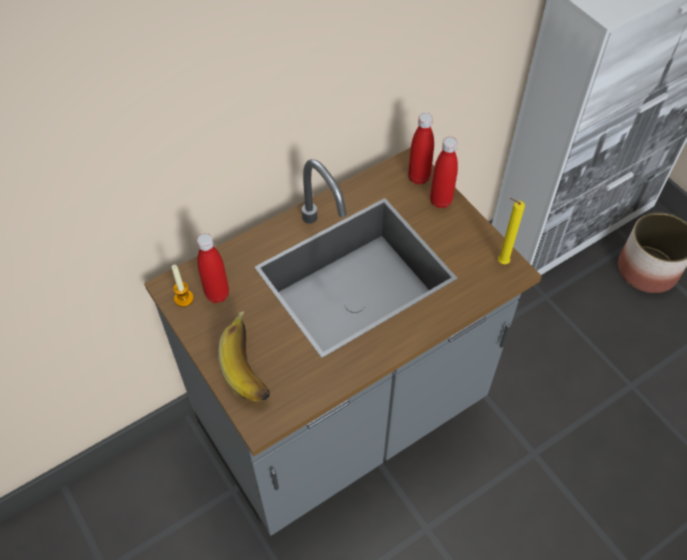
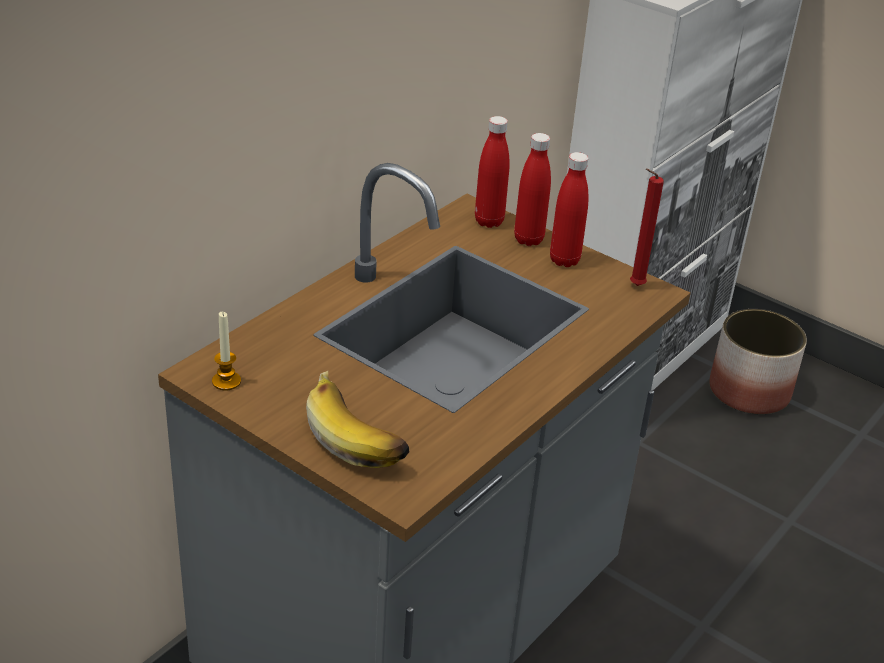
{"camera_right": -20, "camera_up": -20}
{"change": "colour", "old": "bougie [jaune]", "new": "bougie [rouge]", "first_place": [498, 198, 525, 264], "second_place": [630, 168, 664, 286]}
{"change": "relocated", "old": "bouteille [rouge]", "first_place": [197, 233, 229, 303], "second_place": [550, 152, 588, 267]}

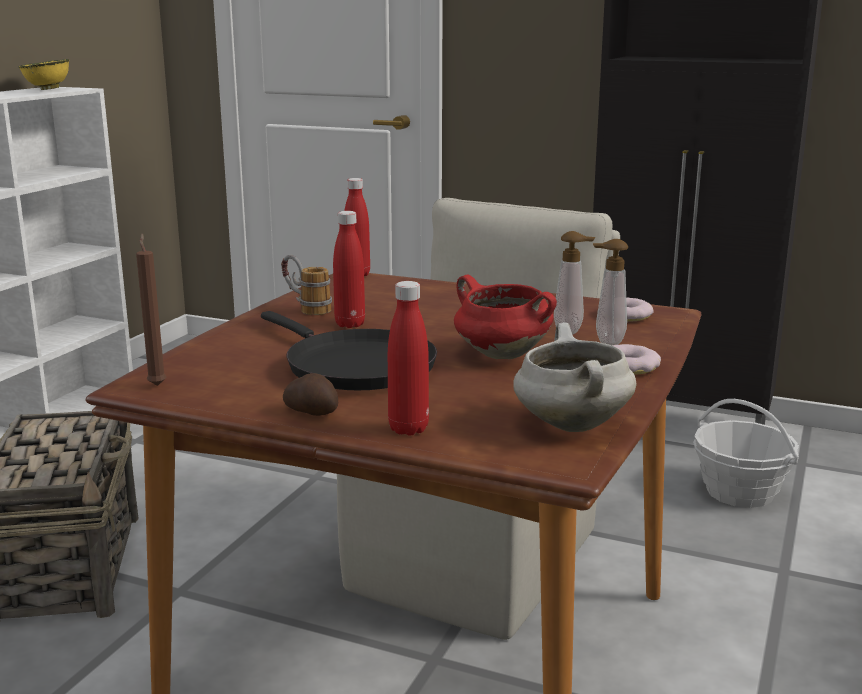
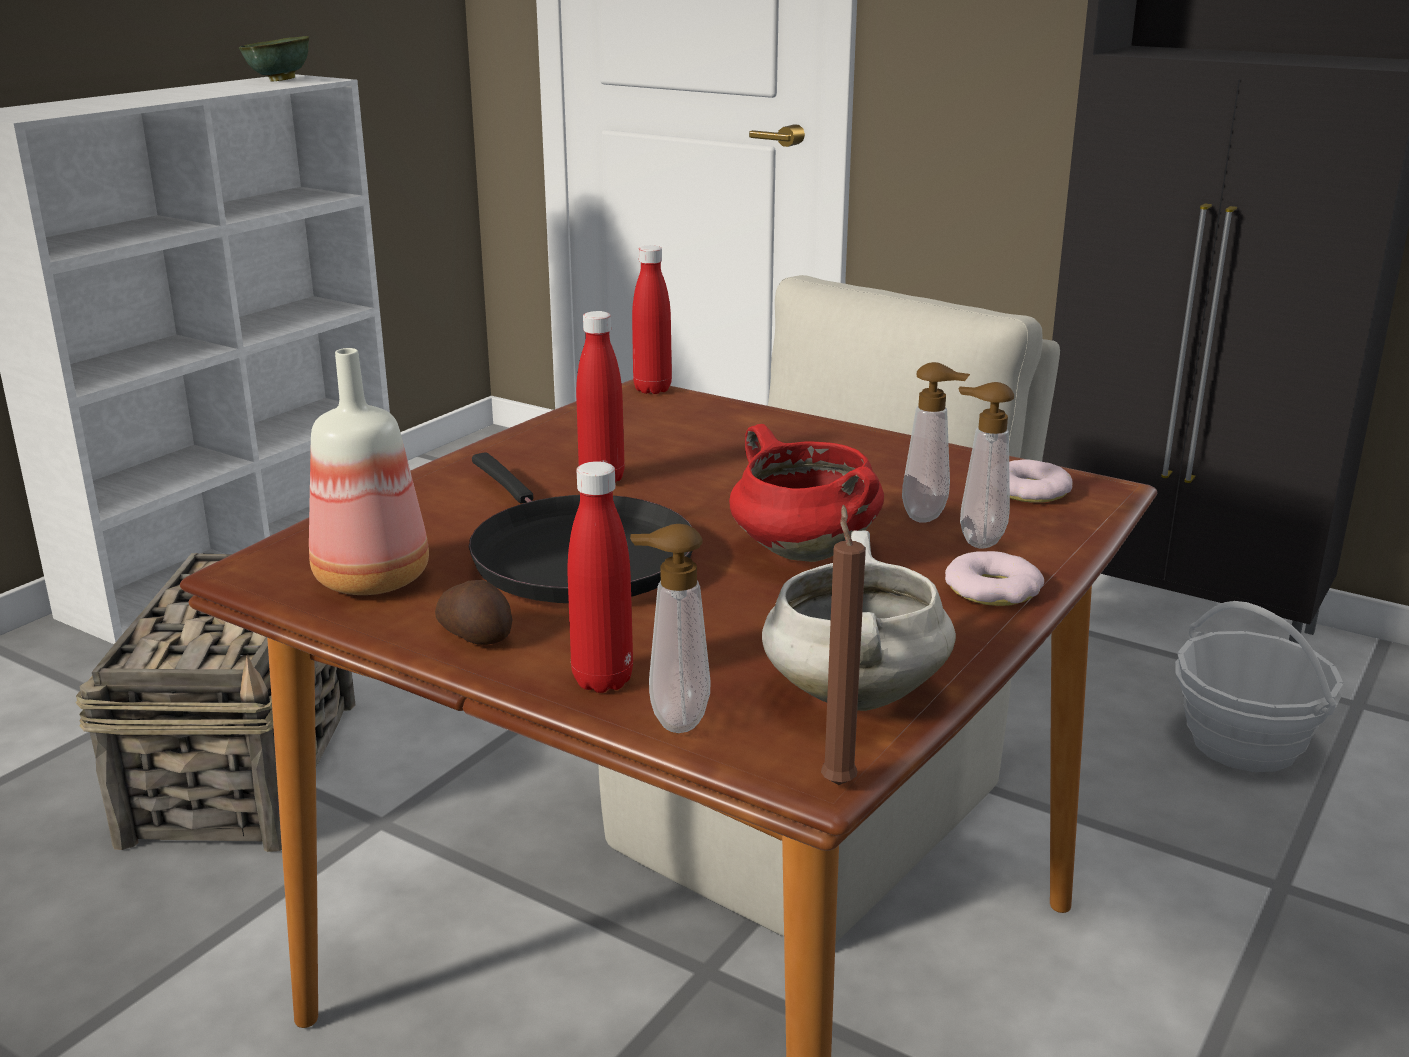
{"camera_right": 10, "camera_up": 5}
{"change": "colour", "old": "bol [jaune]", "new": "bol [vert]", "first_place": [19, 59, 69, 90], "second_place": [239, 36, 309, 82]}
{"change": "relocated", "old": "bougie [marron]", "first_place": [136, 234, 166, 386], "second_place": [821, 505, 866, 785]}
{"change": "missing", "old": "mug", "first_place": [281, 255, 332, 315]}
{"change": "appeared", "new": "bouteille", "second_place": [309, 348, 429, 595]}
{"change": "appeared", "new": "distributeur de savon", "second_place": [630, 524, 710, 733]}

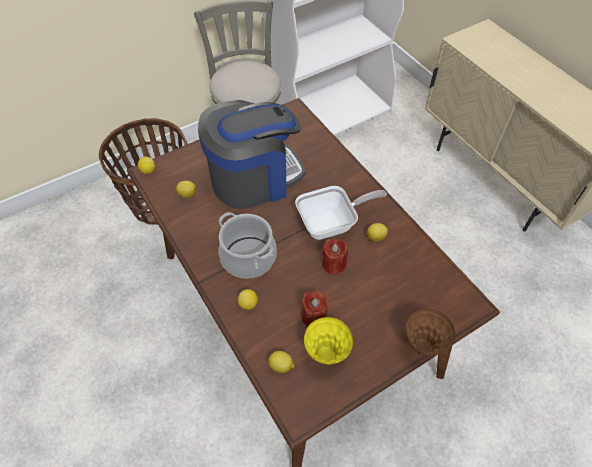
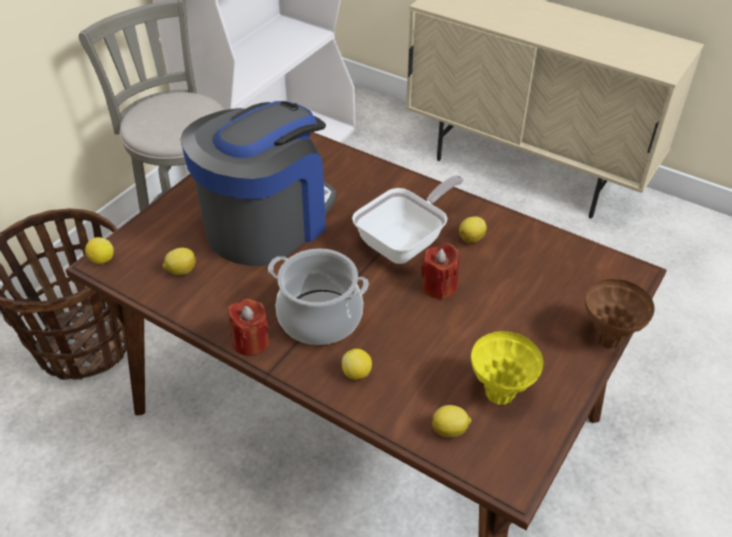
{"camera_right": -25, "camera_up": -10}
{"change": "relocated", "old": "bougie [rouge]", "first_place": [301, 291, 328, 326], "second_place": [228, 298, 269, 356]}

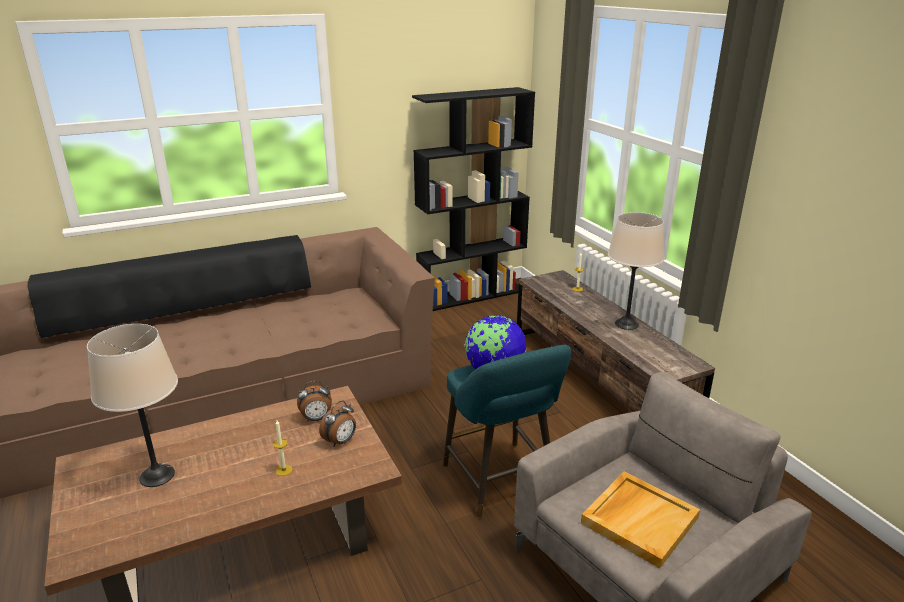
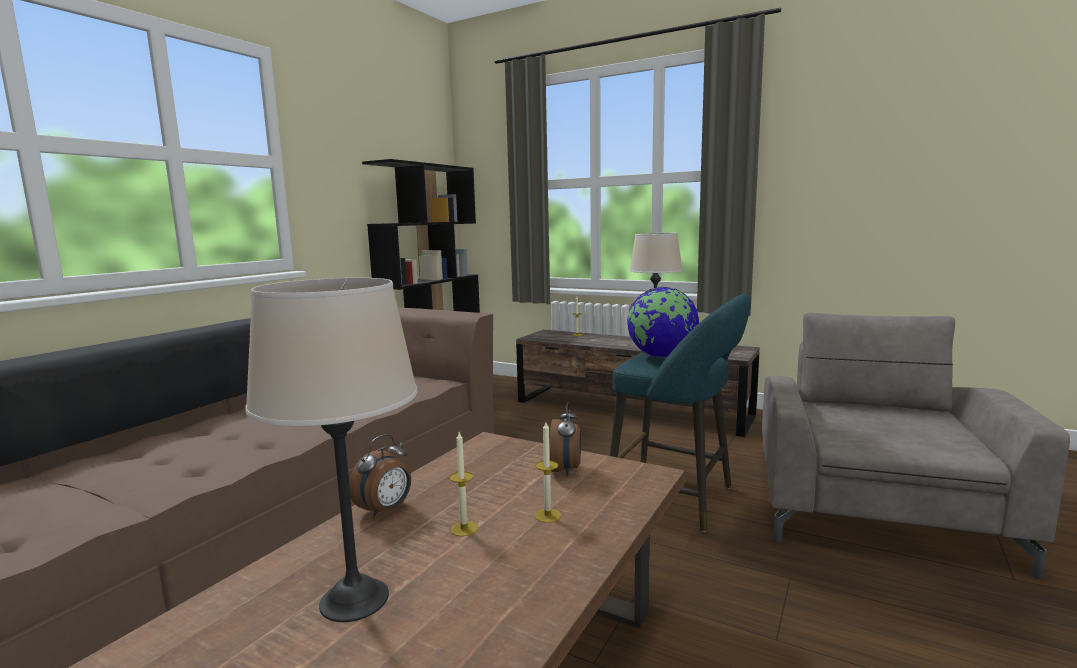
{"camera_right": -35, "camera_up": -15}
{"change": "relocated", "old": "réveil", "first_place": [297, 381, 332, 422], "second_place": [349, 434, 411, 518]}
{"change": "missing", "old": "plateau [beige]", "first_place": [581, 472, 700, 568]}
{"change": "appeared", "new": "bougie", "second_place": [450, 432, 478, 537]}

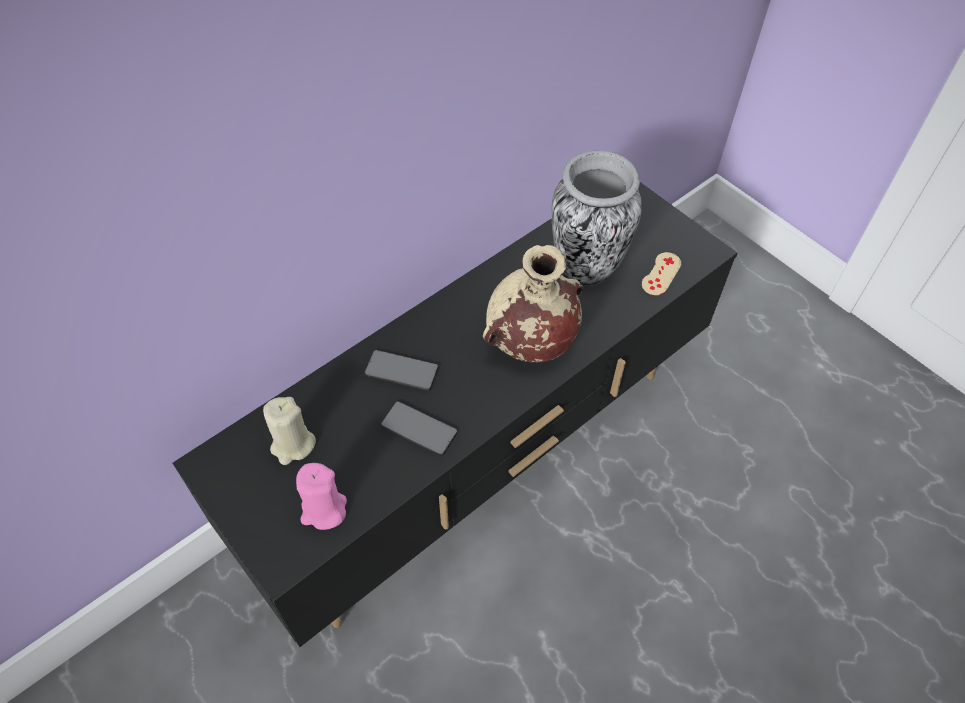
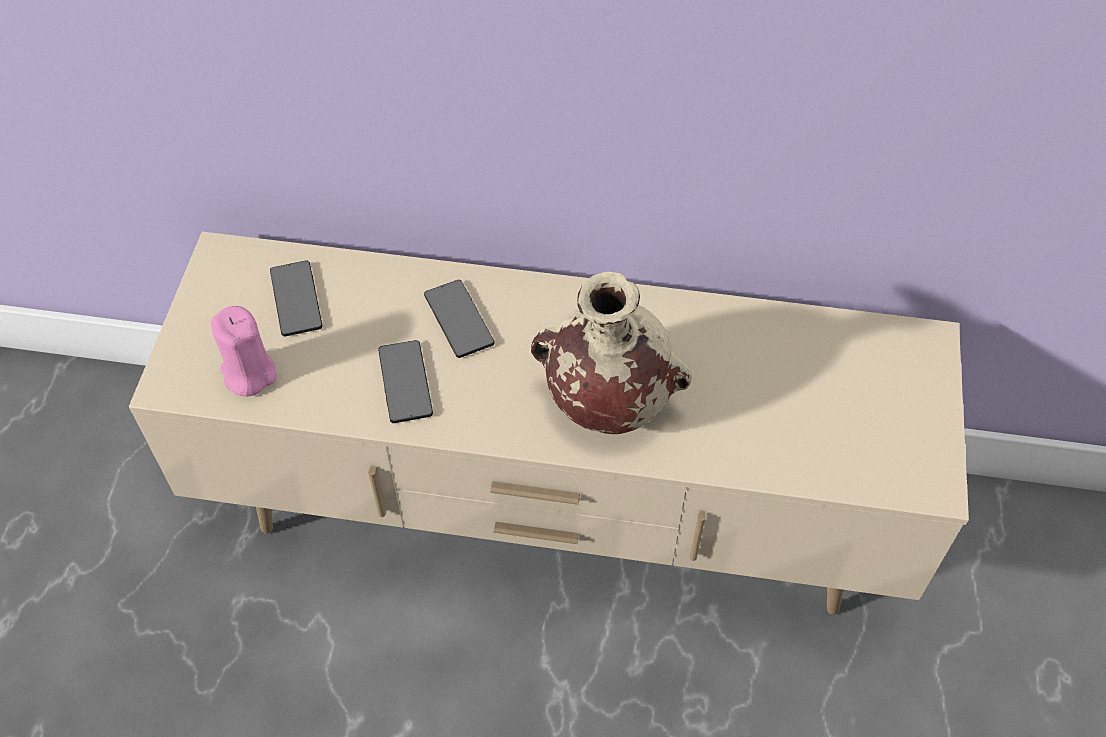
{"camera_right": 50, "camera_up": 0}
{"change": "missing", "old": "vase", "first_place": [551, 151, 642, 286]}
{"change": "colour", "old": "meuble télé [noir]", "new": "meuble télé [beige]", "first_place": [172, 182, 738, 647], "second_place": [129, 231, 969, 615]}
{"change": "missing", "old": "manette [beige]", "first_place": [642, 252, 681, 295]}
{"change": "exchanged", "old": "bougie [beige]", "new": "téléphone", "first_place": [263, 397, 316, 465], "second_place": [270, 260, 323, 337]}

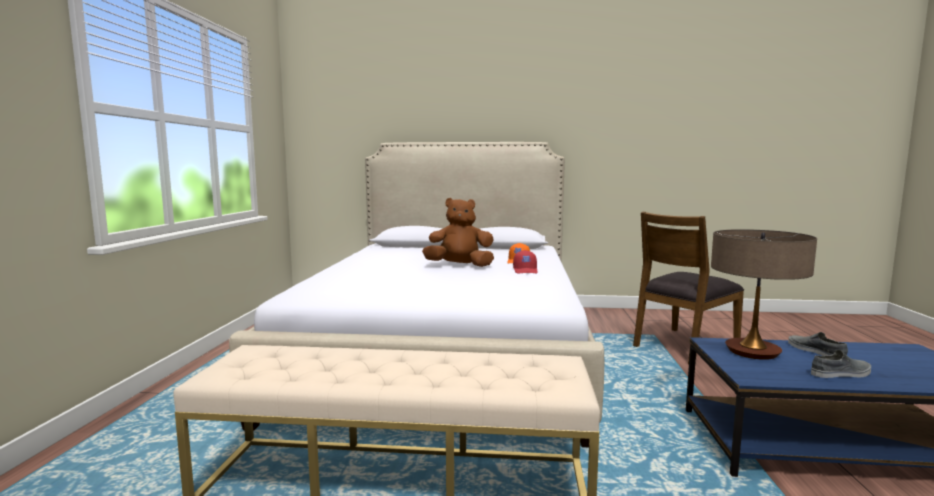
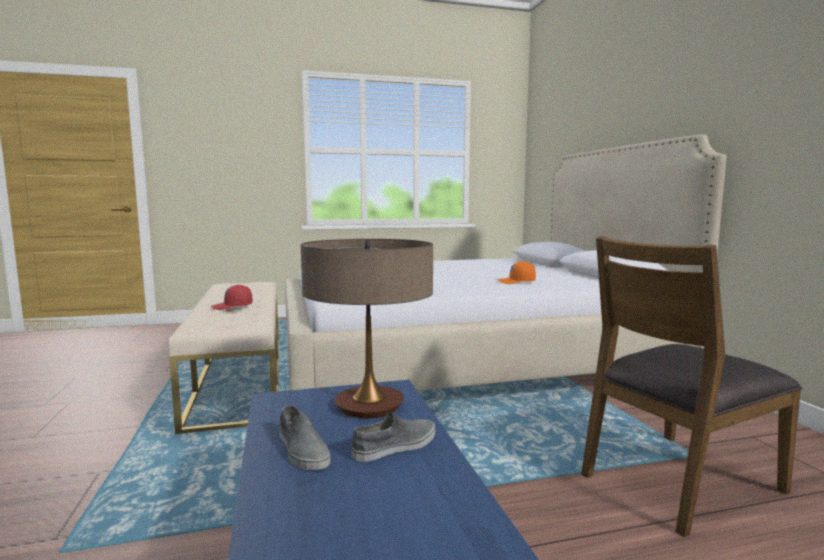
{"camera_right": 70, "camera_up": 0}
{"change": "missing", "old": "peluche [marron]", "first_place": [422, 198, 494, 267]}
{"change": "spun", "old": "chaise [marron]", "first_place": [633, 212, 744, 364], "second_place": [581, 236, 802, 537], "degrees": -60}
{"change": "relocated", "old": "casquette [rouge]", "first_place": [513, 250, 538, 273], "second_place": [211, 285, 252, 310]}

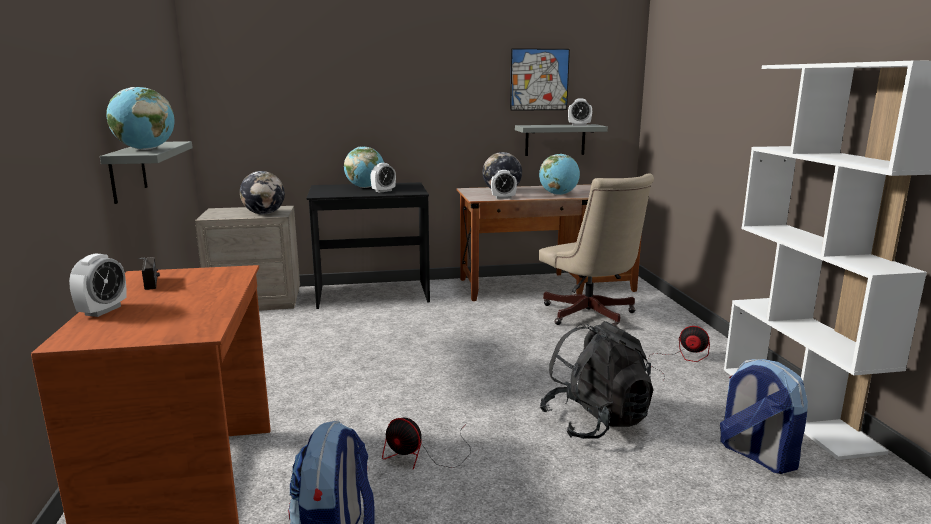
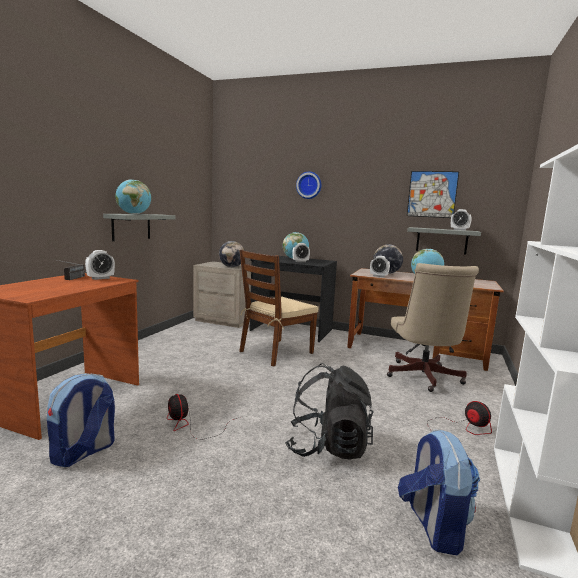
{"camera_right": 30, "camera_up": -5}
{"change": "relocated", "old": "réveil", "first_place": [69, 253, 127, 317], "second_place": [85, 250, 115, 280]}
{"change": "appeared", "new": "horloge murale", "second_place": [296, 171, 321, 199]}
{"change": "appeared", "new": "chaise [marron]", "second_place": [239, 250, 318, 366]}

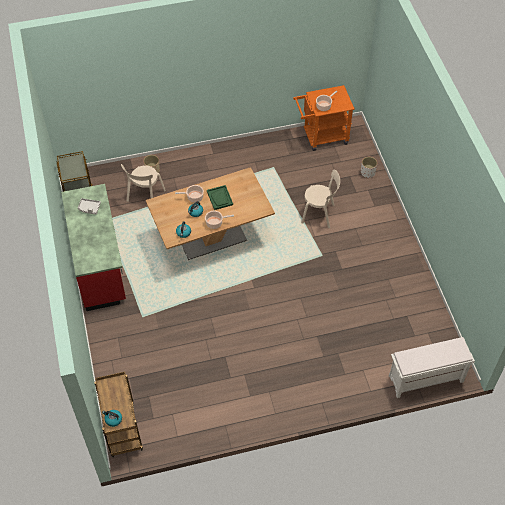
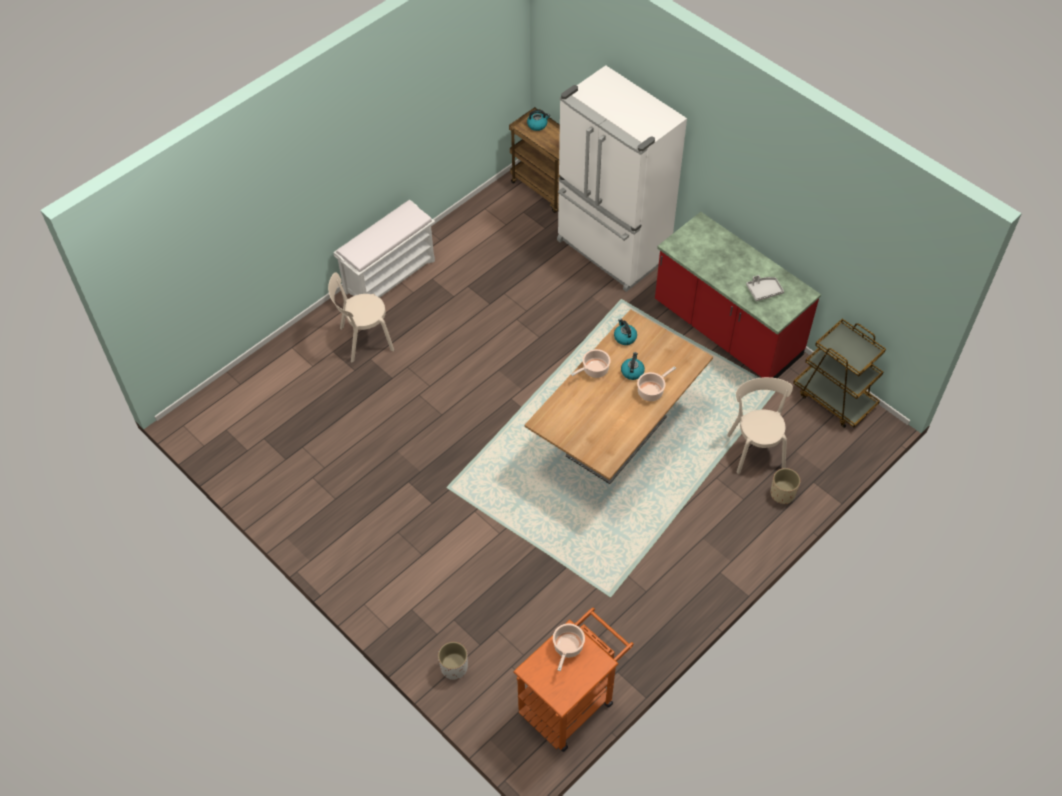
{"camera_right": 150, "camera_up": 0}
{"change": "relocated", "old": "chaise [beige]", "first_place": [301, 169, 340, 228], "second_place": [328, 272, 394, 363]}
{"change": "missing", "old": "plateau [vert]", "first_place": [207, 185, 233, 210]}
{"change": "relocated", "old": "banc [blanc]", "first_place": [389, 337, 475, 398], "second_place": [333, 199, 435, 298]}
{"change": "appeared", "new": "réfrigérateur [blanc]", "second_place": [557, 65, 687, 292]}

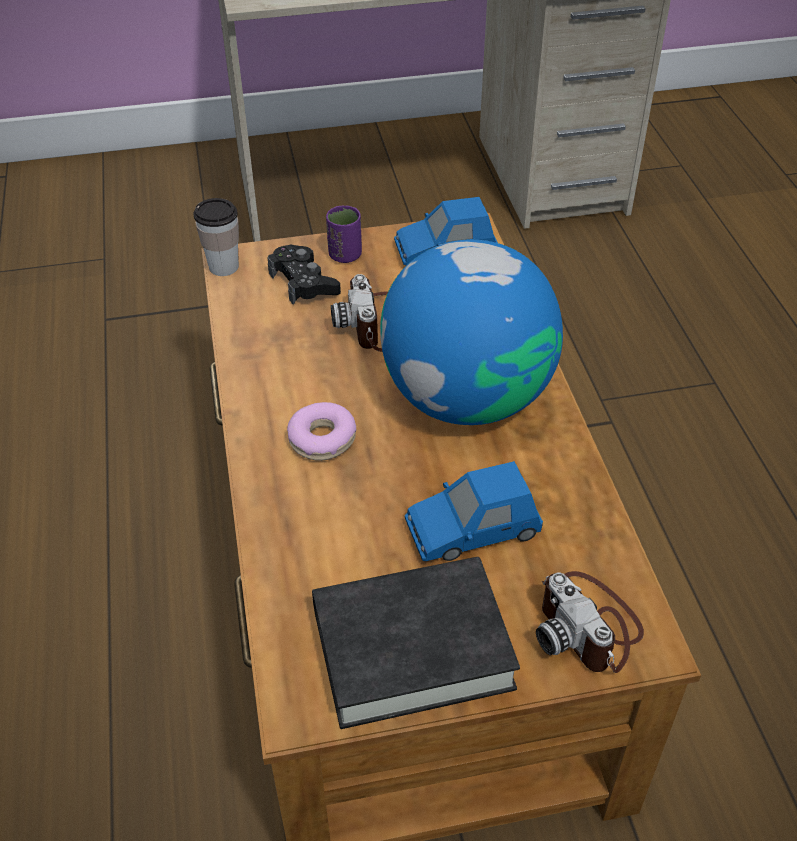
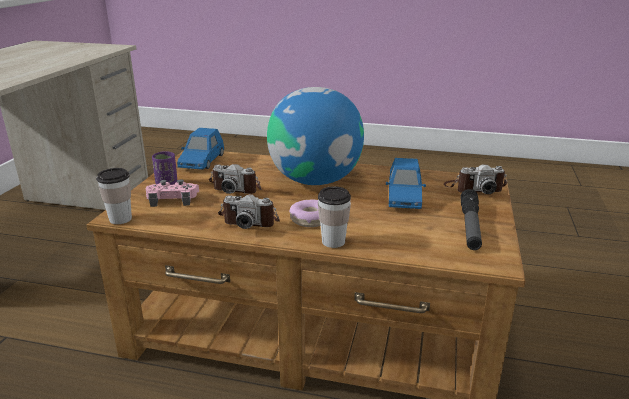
{"camera_right": -65, "camera_up": -20}
{"change": "colour", "old": "manette [noir]", "new": "manette [rose]", "first_place": [267, 244, 341, 305], "second_place": [146, 179, 199, 207]}
{"change": "exchanged", "old": "livre [noir]", "new": "lampe de poche", "first_place": [312, 557, 520, 729], "second_place": [460, 189, 482, 250]}
{"change": "appeared", "new": "tasse", "second_place": [318, 186, 351, 248]}
{"change": "appeared", "new": "appareil photo", "second_place": [218, 194, 280, 229]}

